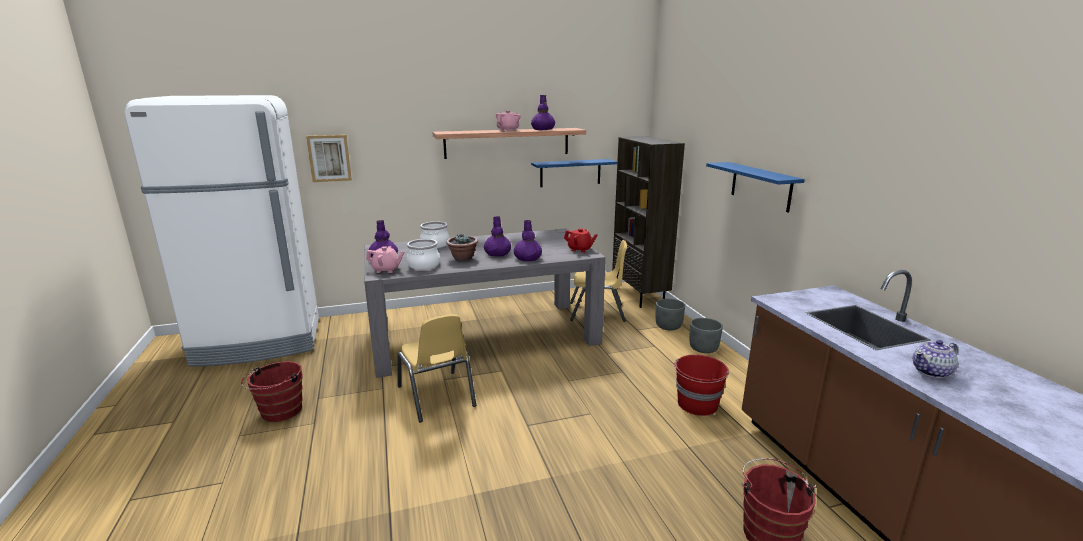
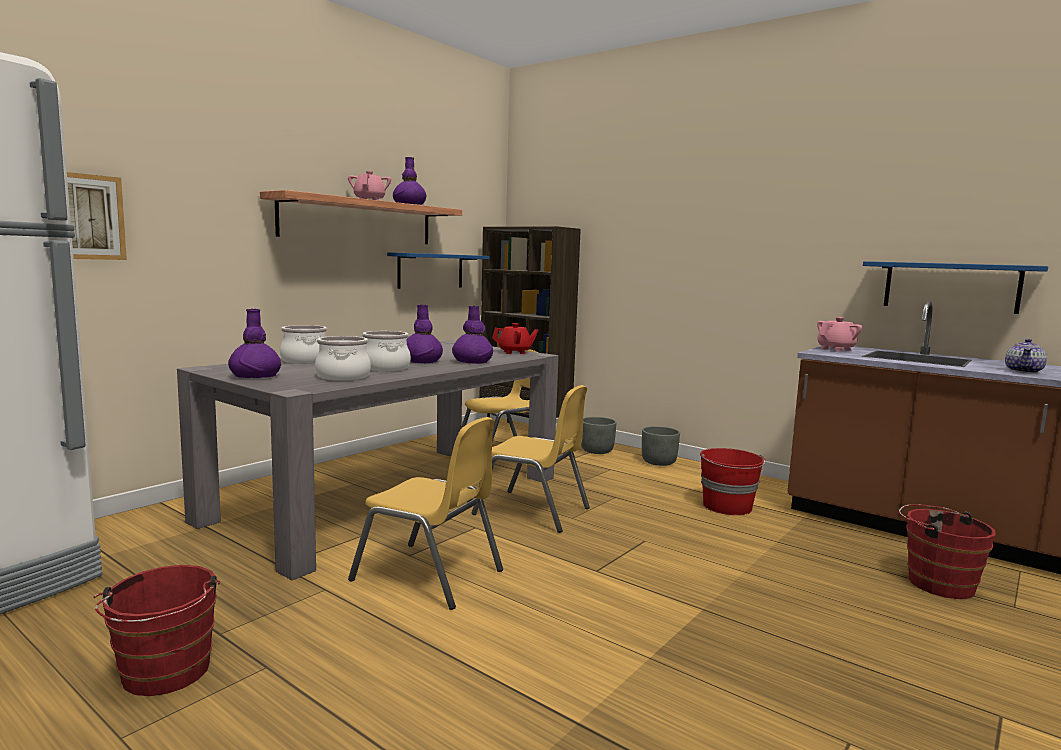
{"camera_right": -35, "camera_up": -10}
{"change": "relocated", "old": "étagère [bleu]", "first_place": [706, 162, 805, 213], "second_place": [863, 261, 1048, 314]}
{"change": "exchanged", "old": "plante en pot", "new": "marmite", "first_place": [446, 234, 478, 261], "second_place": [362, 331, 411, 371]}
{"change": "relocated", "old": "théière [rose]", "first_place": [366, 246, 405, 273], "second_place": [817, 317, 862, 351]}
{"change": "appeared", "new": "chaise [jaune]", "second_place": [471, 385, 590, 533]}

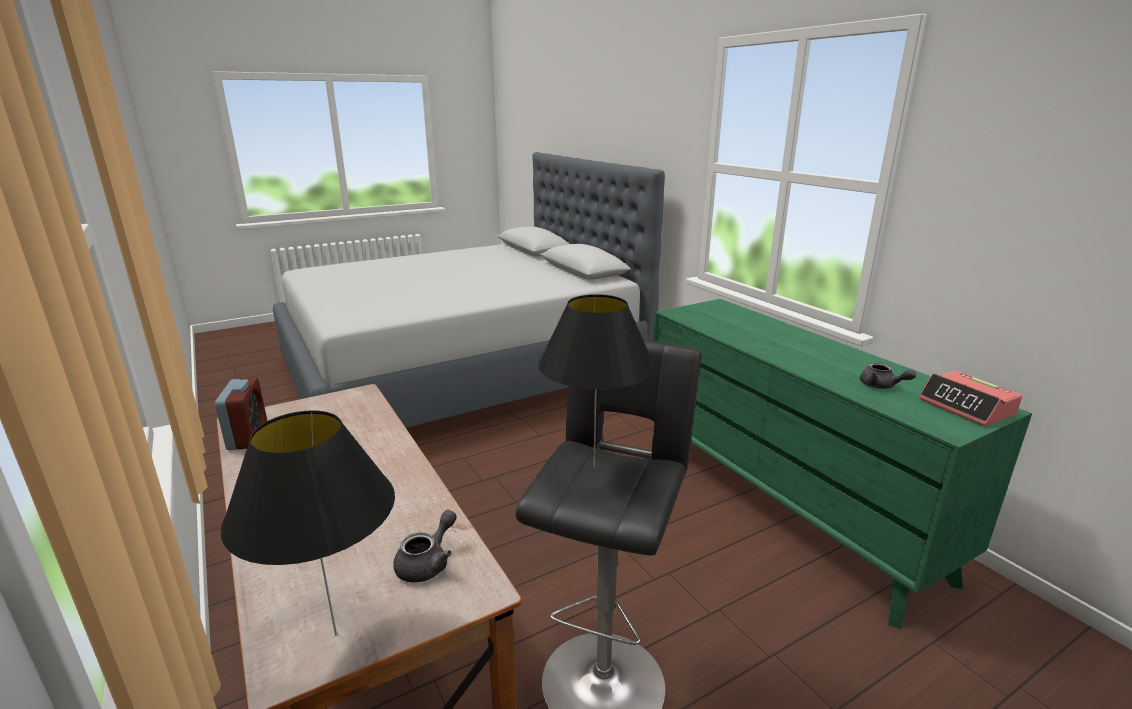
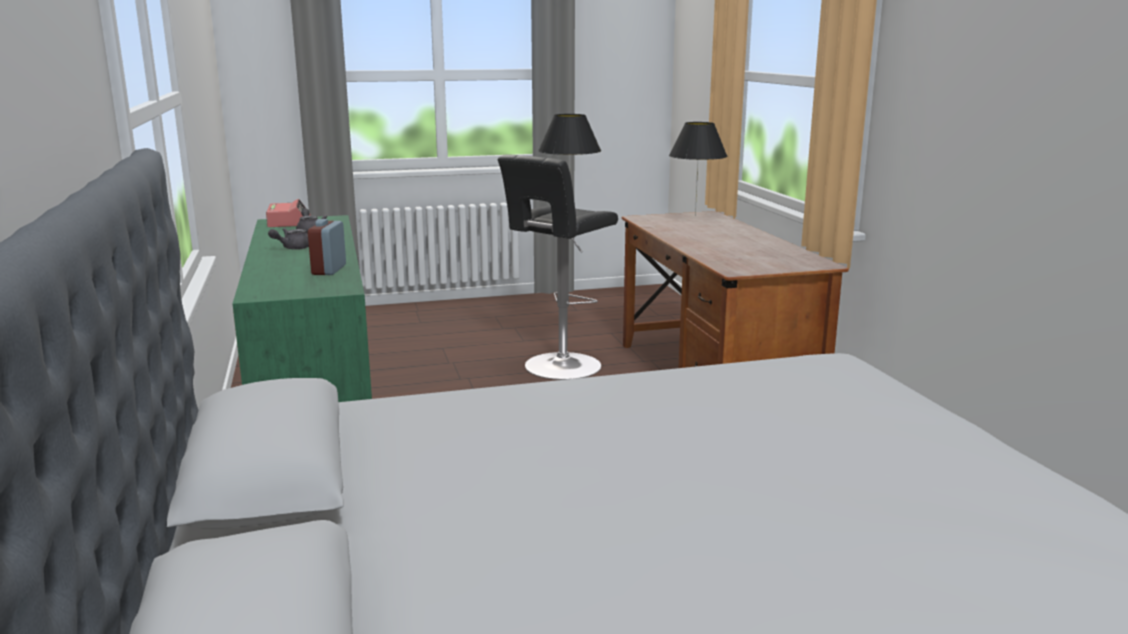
{"camera_right": -165, "camera_up": -5}
{"change": "relocated", "old": "réveil", "first_place": [215, 378, 267, 450], "second_place": [308, 219, 346, 275]}
{"change": "relocated", "old": "théière [gris]", "first_place": [393, 510, 457, 582], "second_place": [268, 228, 309, 250]}

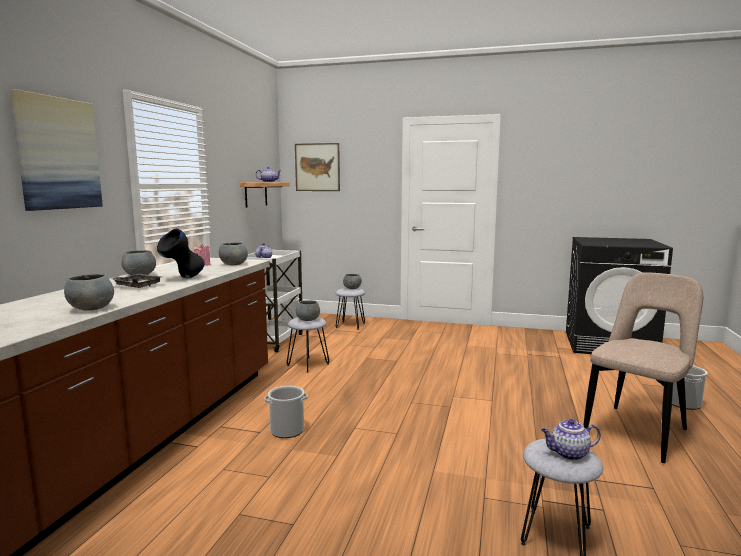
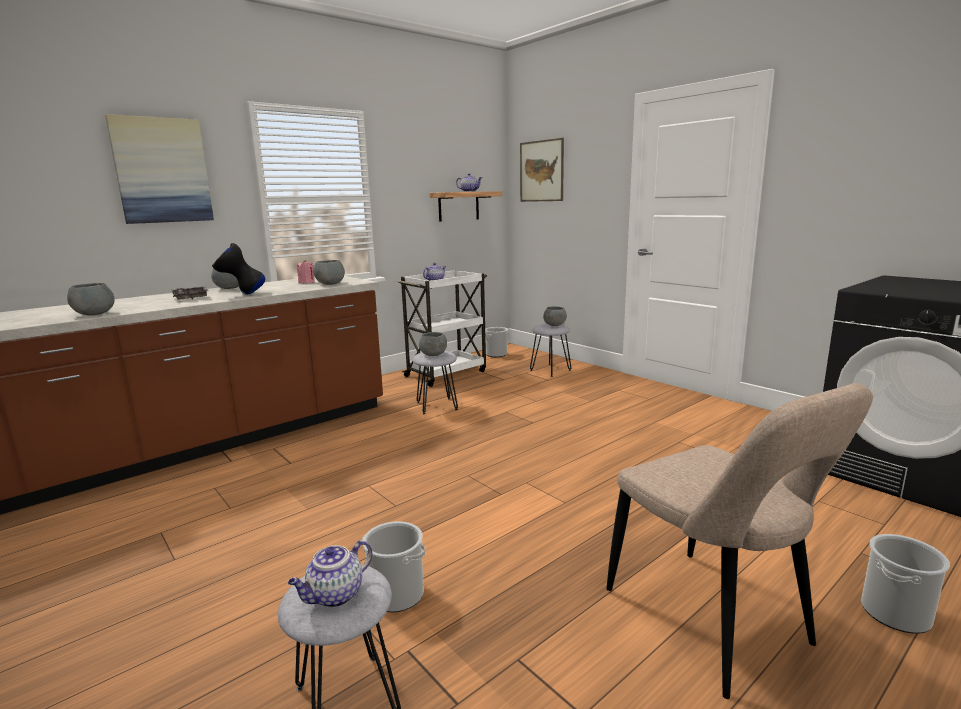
{"camera_right": 35, "camera_up": 5}
{"change": "spun", "old": "chaise [beige]", "first_place": [583, 273, 703, 463], "second_place": [606, 383, 873, 699], "degrees": 75}
{"change": "relocated", "old": "seau", "first_place": [264, 386, 308, 438], "second_place": [362, 521, 426, 612]}
{"change": "spun", "old": "théière", "first_place": [541, 419, 601, 460], "second_place": [288, 540, 373, 608], "degrees": -75}

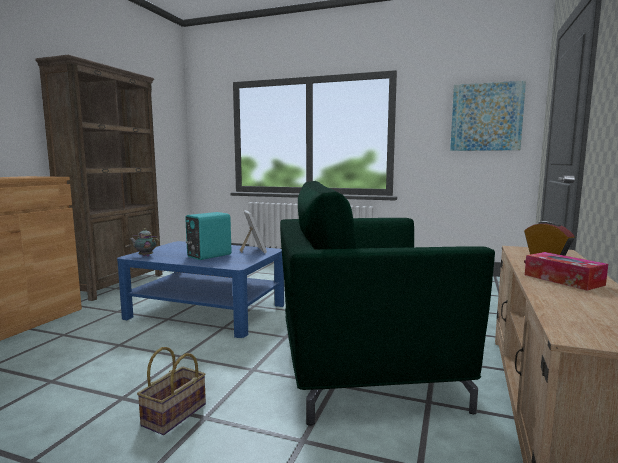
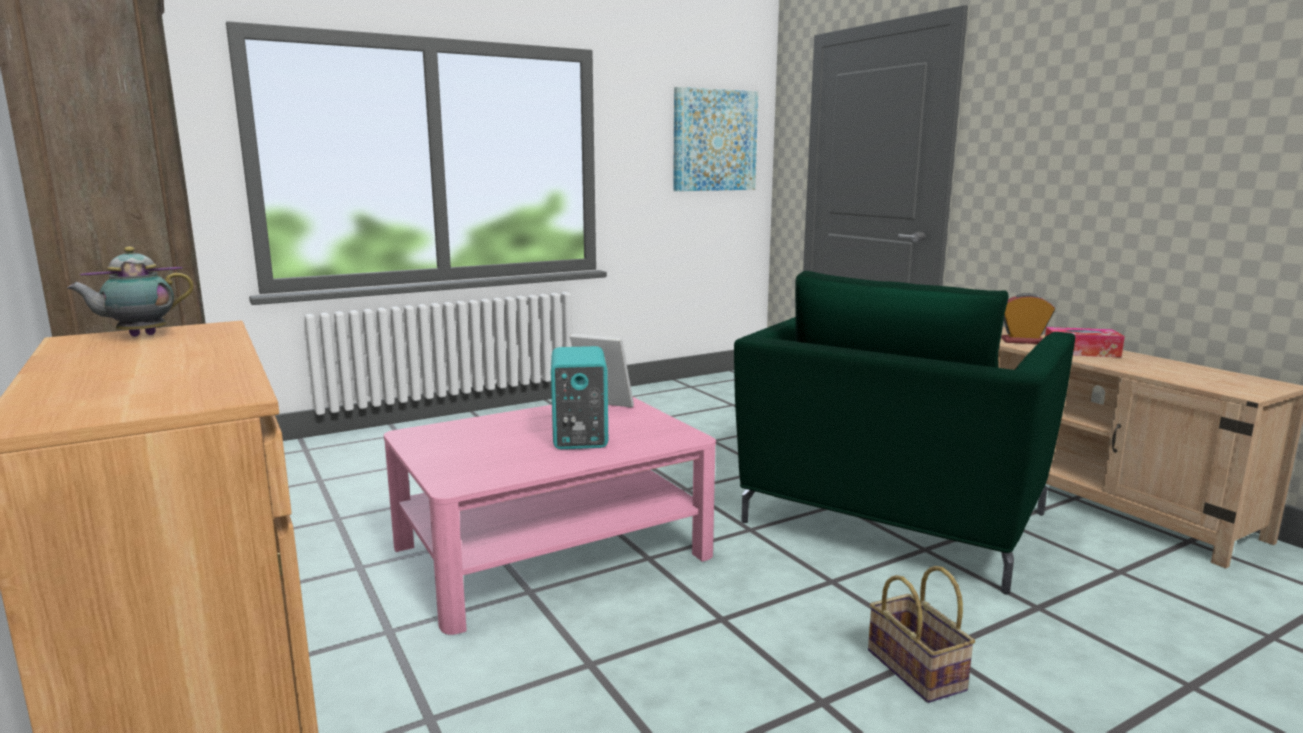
{"camera_right": -50, "camera_up": 5}
{"change": "relocated", "old": "théière", "first_place": [130, 228, 160, 257], "second_place": [67, 247, 194, 337]}
{"change": "colour", "old": "table basse [bleu]", "new": "table basse [rose]", "first_place": [117, 241, 284, 338], "second_place": [384, 397, 716, 635]}

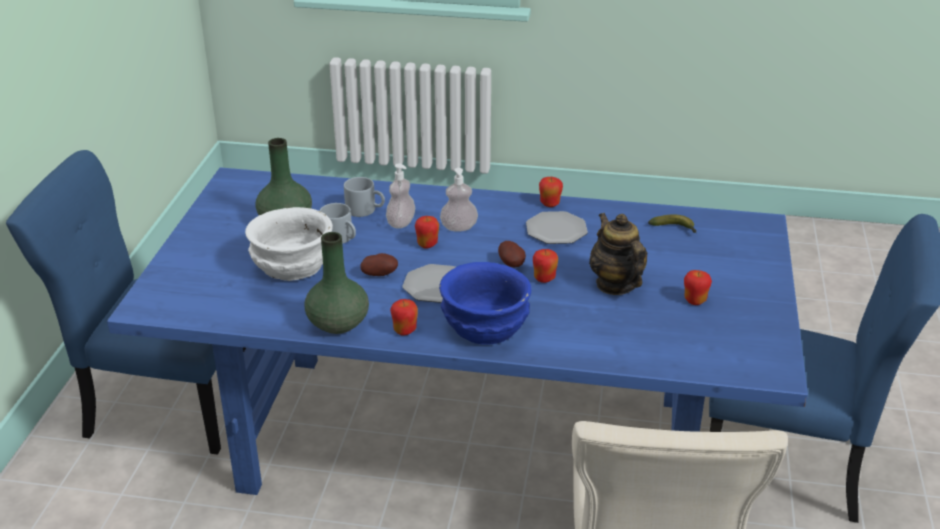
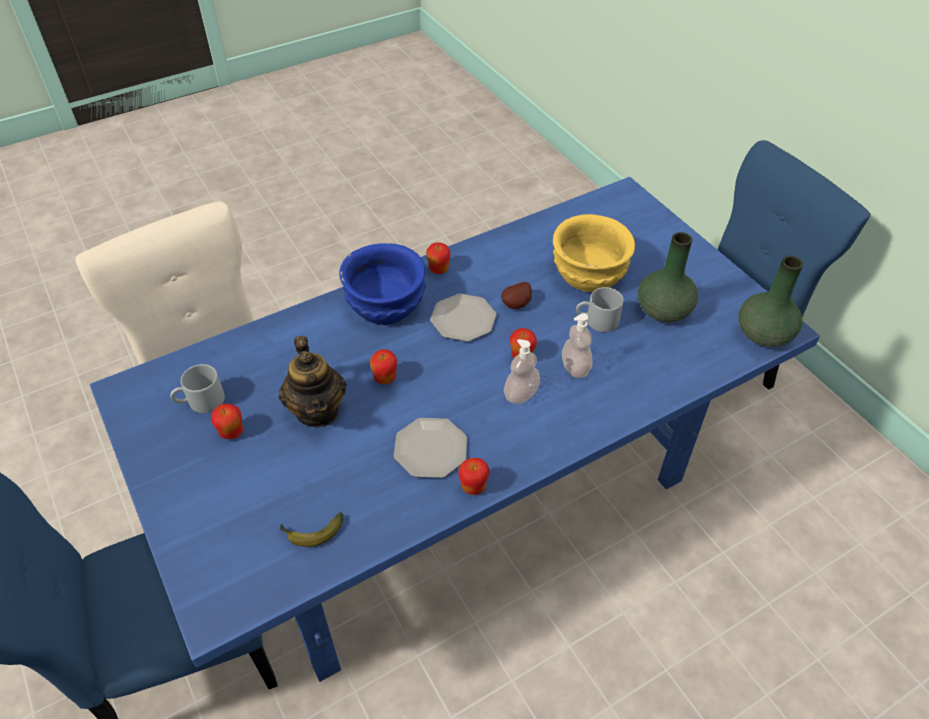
{"camera_right": 140, "camera_up": 15}
{"change": "relocated", "old": "mug [gris]", "first_place": [344, 177, 385, 217], "second_place": [170, 364, 225, 413]}
{"change": "colour", "old": "bol [blanc]", "new": "bol [jaune]", "first_place": [245, 207, 333, 281], "second_place": [553, 214, 635, 292]}
{"change": "spun", "old": "théière", "first_place": [589, 213, 647, 295], "second_place": [279, 336, 346, 427], "degrees": 45}
{"change": "relocated", "old": "vase [vert]", "first_place": [305, 232, 369, 334], "second_place": [738, 256, 803, 347]}
{"change": "missing", "old": "pomme de terre", "first_place": [498, 241, 526, 267]}

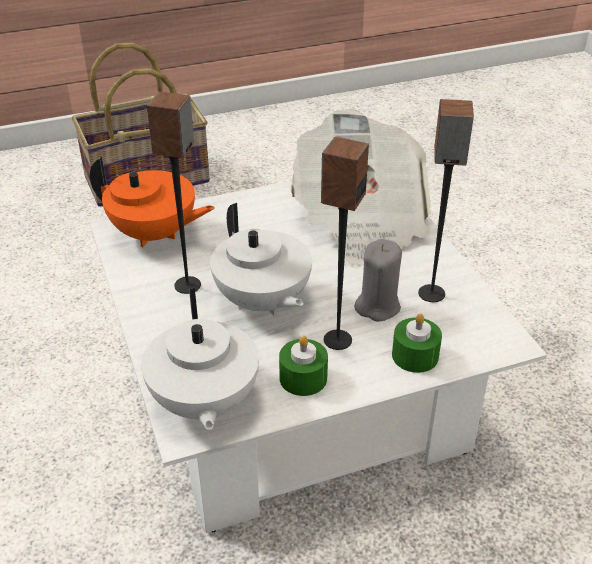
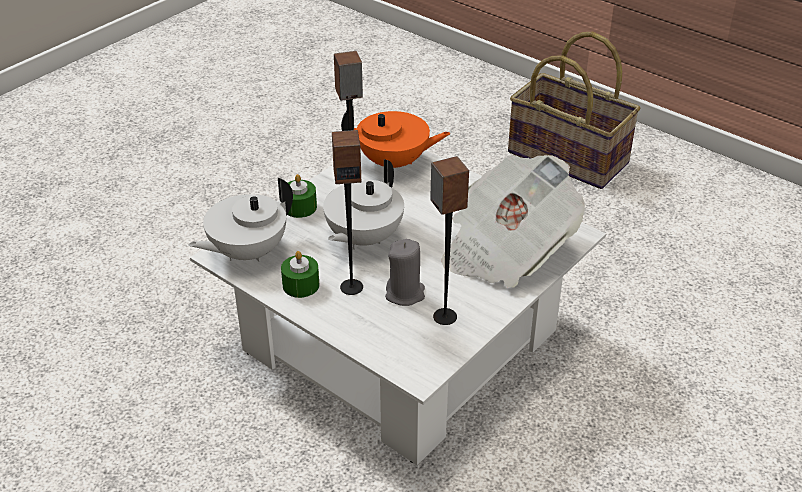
{"camera_right": 60, "camera_up": 0}
{"change": "spun", "old": "théière [orange]", "first_place": [90, 156, 215, 247], "second_place": [341, 106, 451, 168], "degrees": -75}
{"change": "relocated", "old": "bougie [vert]", "first_place": [392, 313, 442, 373], "second_place": [287, 174, 317, 218]}

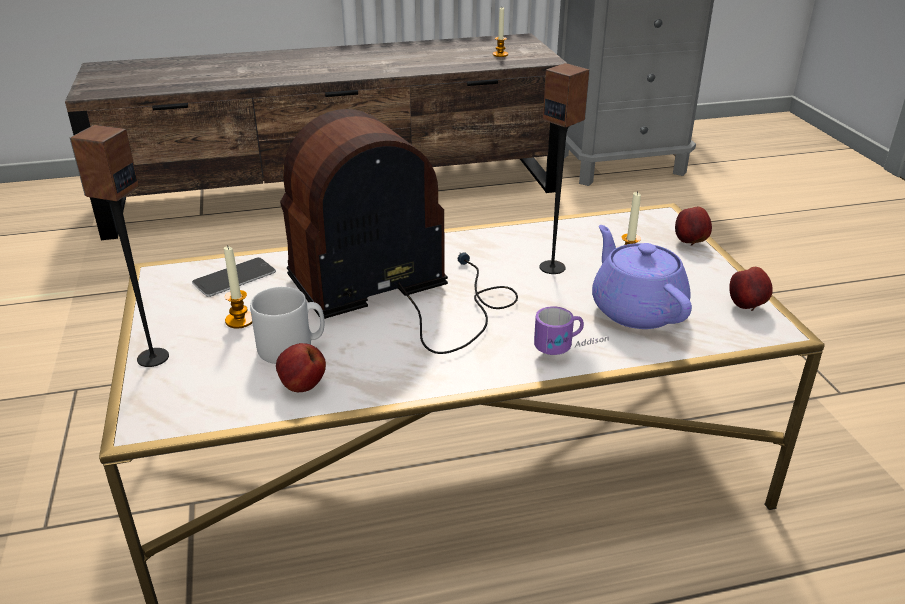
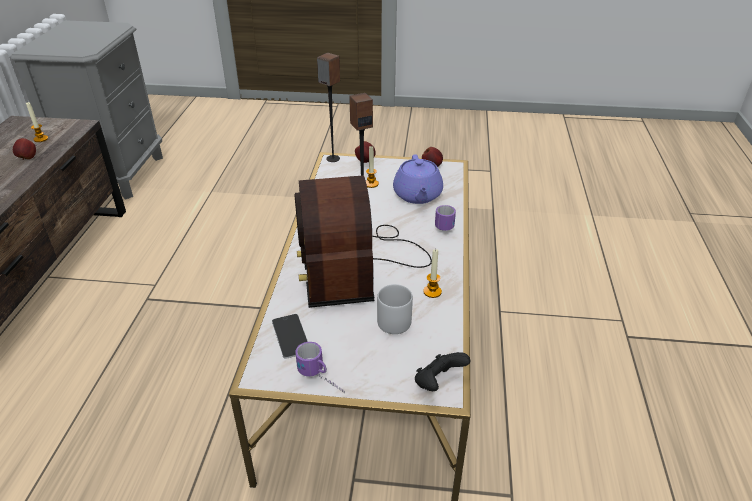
{"camera_right": -70, "camera_up": 5}
{"change": "relocated", "old": "enceinte", "first_place": [70, 125, 169, 367], "second_place": [317, 53, 340, 162]}
{"change": "spun", "old": "théière [violet]", "first_place": [592, 225, 692, 329], "second_place": [393, 154, 443, 204], "degrees": -90}
{"change": "relocated", "old": "bougie", "first_place": [224, 245, 252, 329], "second_place": [423, 249, 442, 298]}
{"change": "relocated", "old": "pomme", "first_place": [276, 343, 326, 392], "second_place": [13, 138, 36, 160]}
{"change": "appeared", "new": "mug", "second_place": [295, 342, 345, 393]}
{"change": "appeared", "new": "manette [noir]", "second_place": [415, 352, 470, 391]}

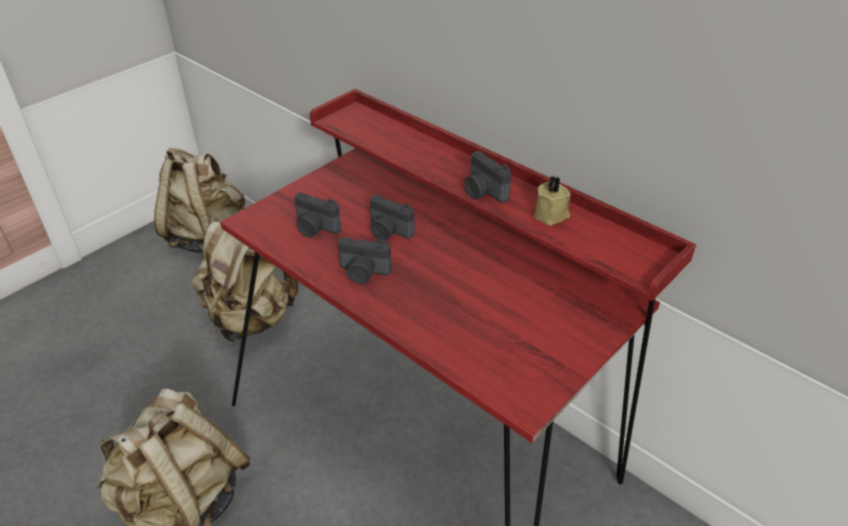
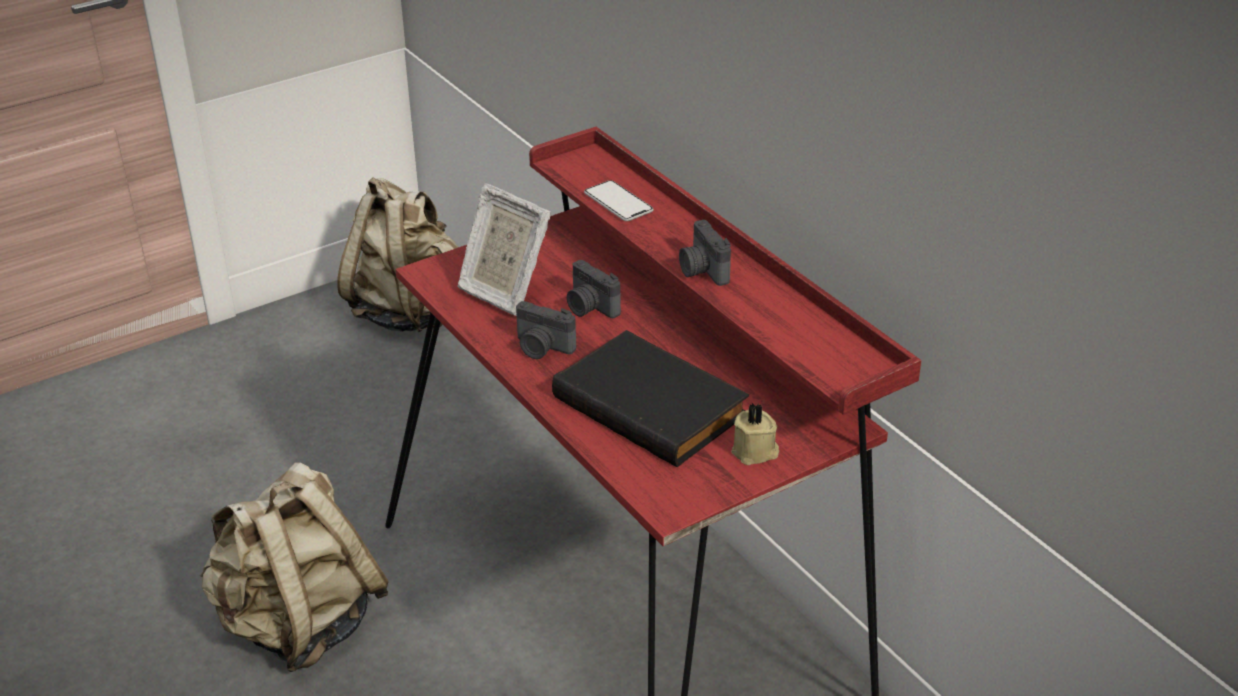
{"camera_right": 15, "camera_up": -5}
{"change": "relocated", "old": "bougie [beige]", "first_place": [534, 176, 571, 226], "second_place": [731, 403, 779, 465]}
{"change": "exchanged", "old": "appareil photo", "new": "cadre photo", "first_place": [294, 193, 341, 238], "second_place": [457, 183, 551, 316]}
{"change": "missing", "old": "sac à dos [beige]", "first_place": [191, 218, 299, 342]}
{"change": "appeared", "new": "téléphone", "second_place": [584, 180, 654, 221]}
{"change": "appeared", "new": "livre [noir]", "second_place": [552, 330, 749, 467]}

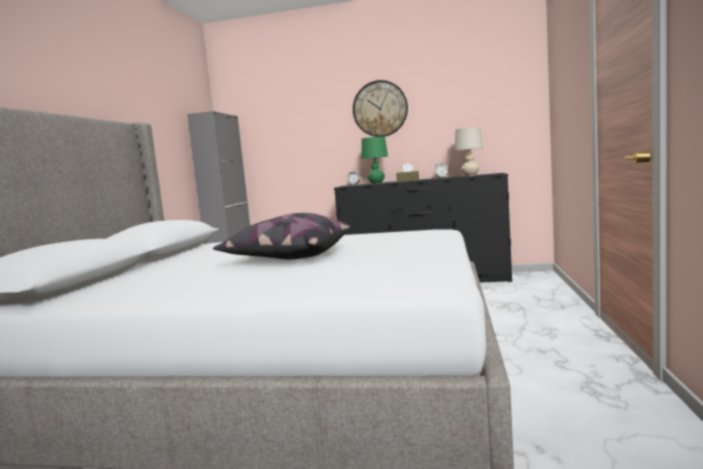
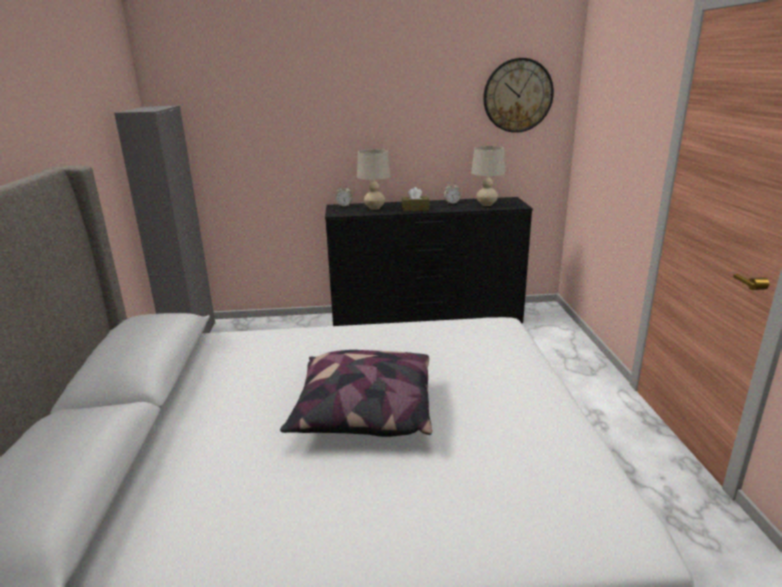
{"camera_right": -15, "camera_up": 15}
{"change": "relocated", "old": "horloge murale", "first_place": [353, 80, 408, 137], "second_place": [483, 58, 554, 133]}
{"change": "colour", "old": "lampe de table [vert]", "new": "lampe de table [beige]", "first_place": [361, 137, 388, 184], "second_place": [357, 149, 390, 210]}

